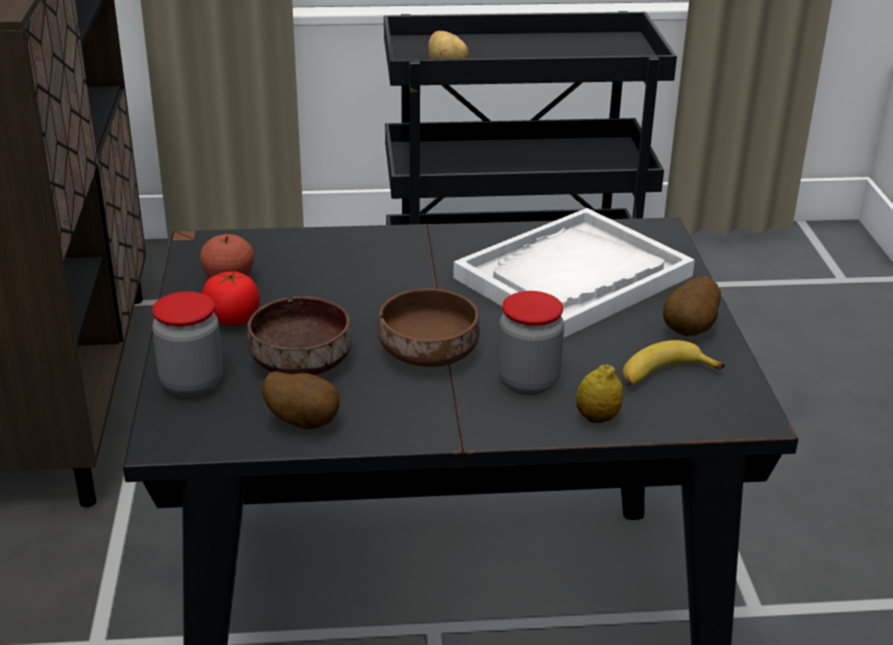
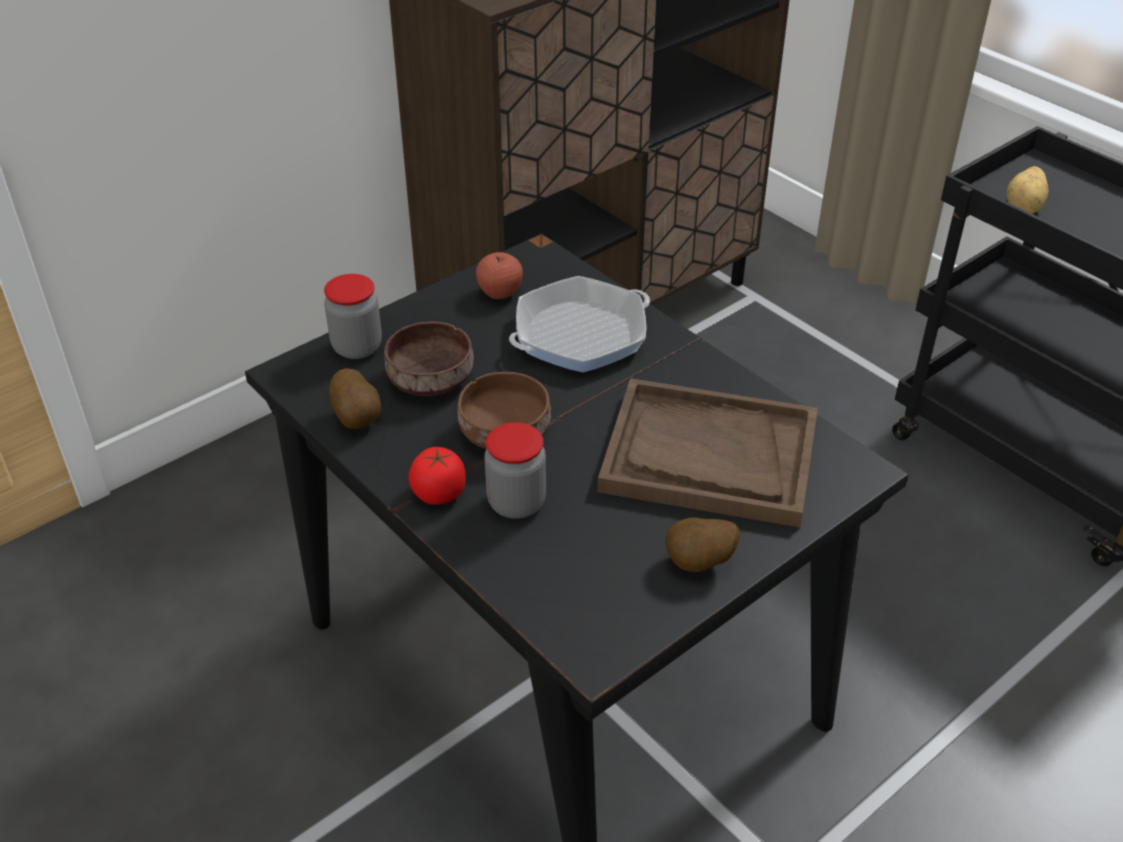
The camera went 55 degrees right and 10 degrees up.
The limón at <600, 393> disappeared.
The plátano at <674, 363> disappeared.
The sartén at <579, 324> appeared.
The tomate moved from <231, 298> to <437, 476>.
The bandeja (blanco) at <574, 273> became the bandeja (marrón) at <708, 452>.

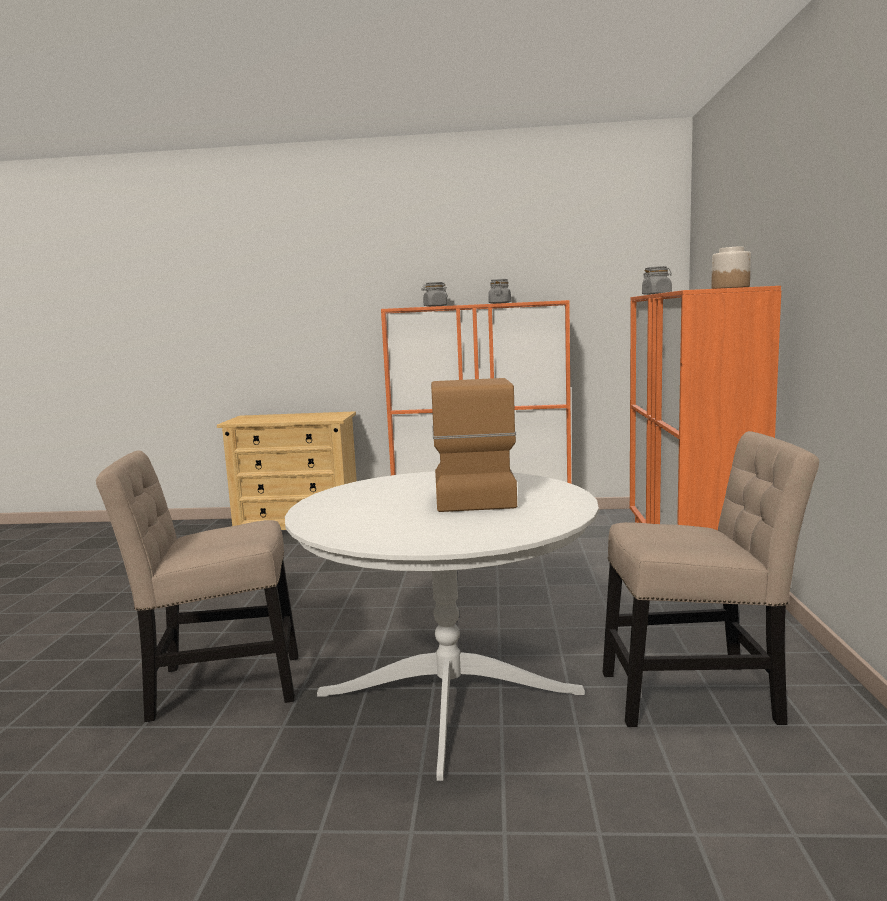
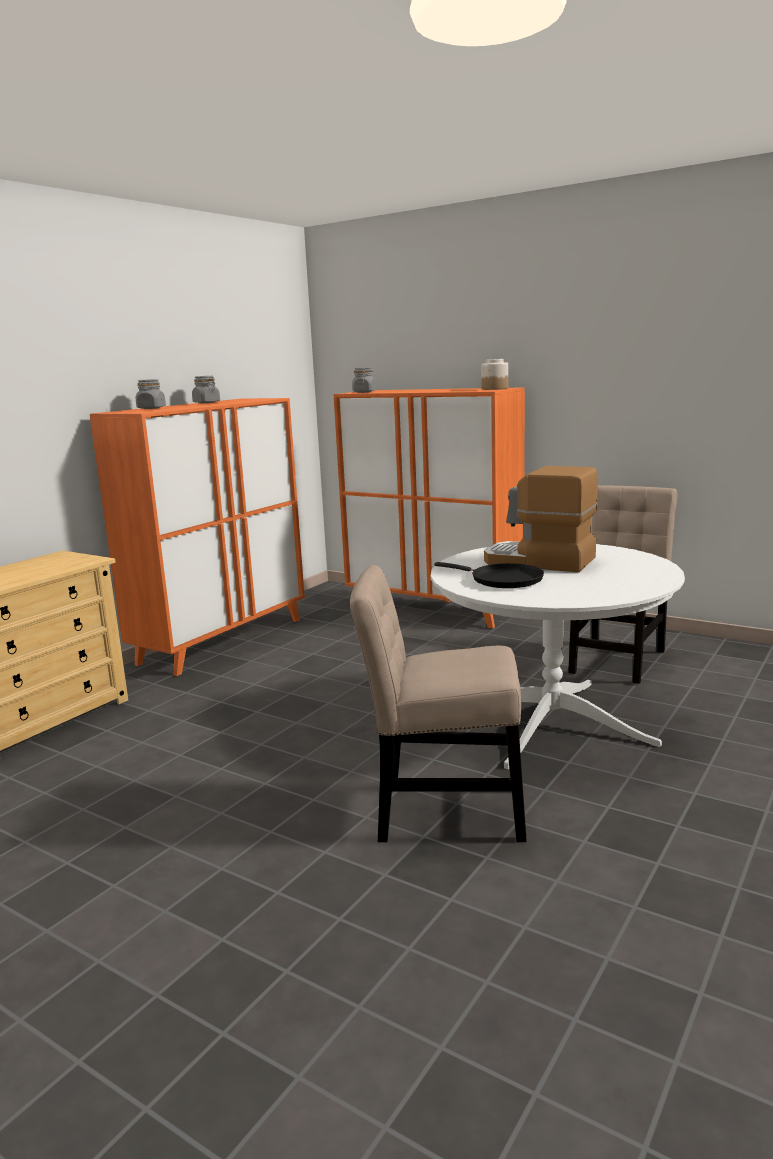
The camera went 60 degrees left and 5 degrees up.
The sartén (negro) at <489, 575> appeared.
The silla (beis) at <197, 586> turned 75 degrees clockwise.

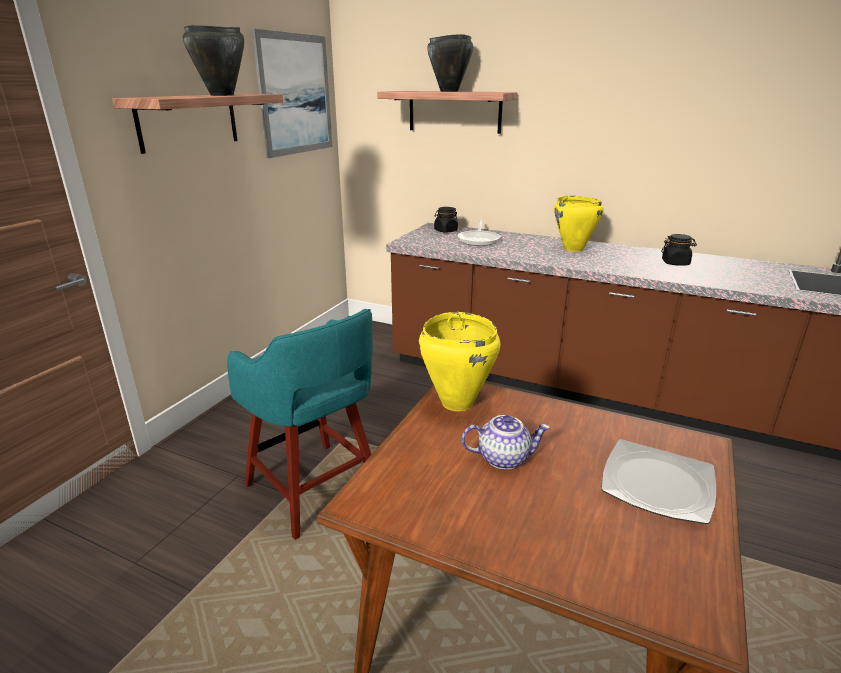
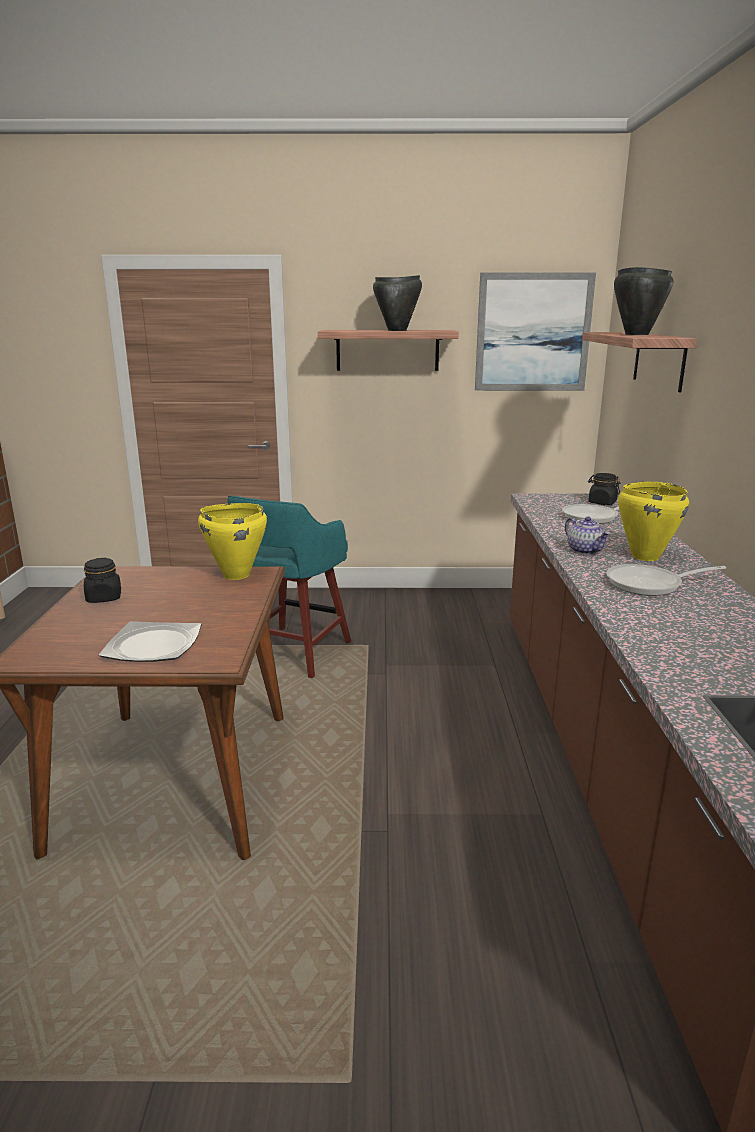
The camera went 65 degrees right and 5 degrees down.
The sartén at <666, 580> appeared.
The tetera moved from <506, 442> to <587, 536>.
The tarro (negro) moved from <679, 249> to <102, 580>.

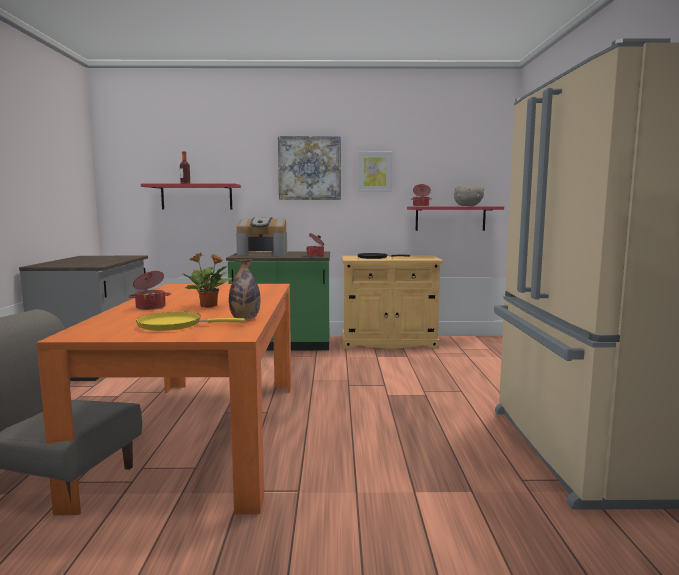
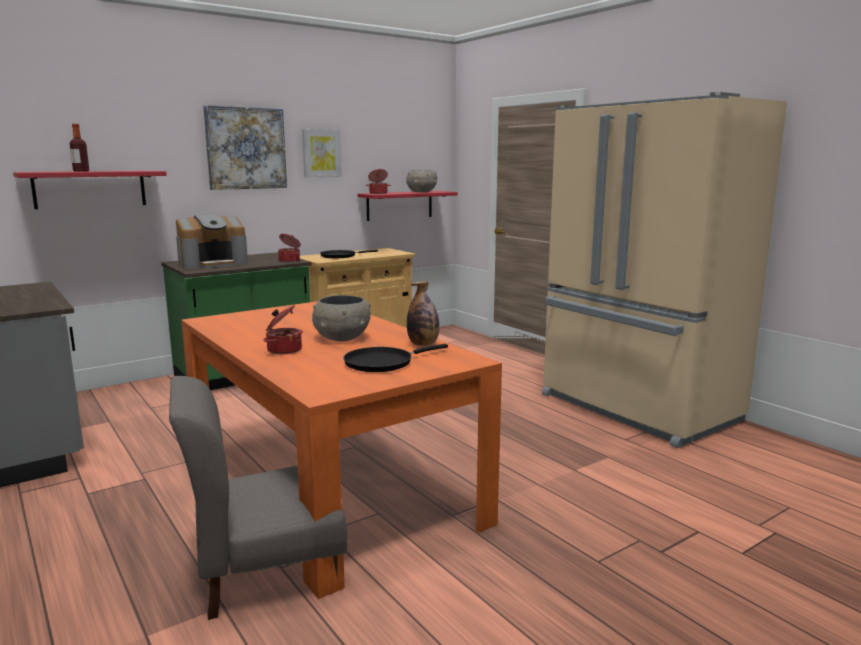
The camera went 35 degrees left and 5 degrees up.
The planta en maceta at <207, 280> was replaced by the cuenco (gris) at <341, 318>.
The sartén (amarillo) at <190, 321> became the sartén (negro) at <395, 358>.

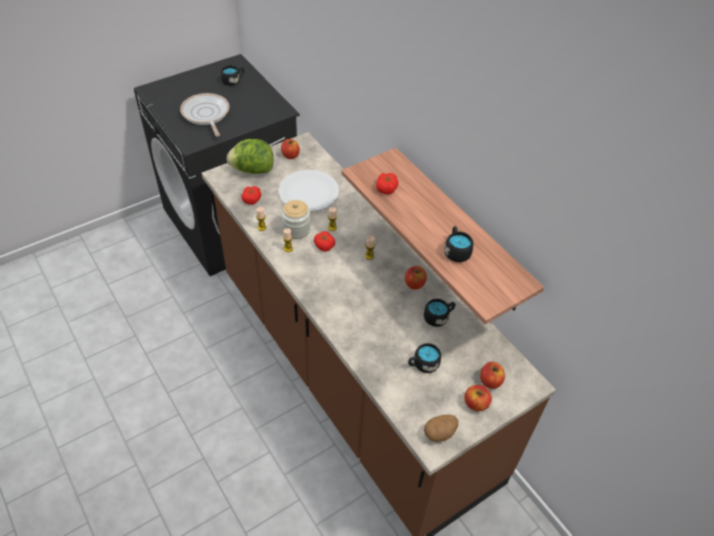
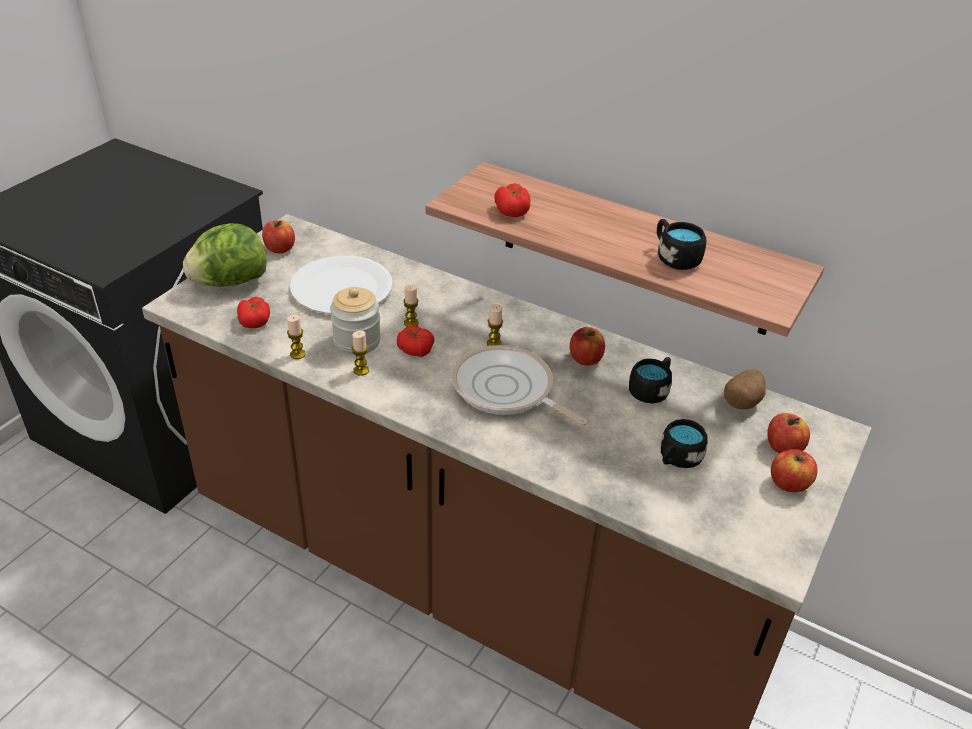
The camera went 25 degrees left and 10 degrees down.
The taza grande (negro) at <232, 75> disappeared.
The sartén moved from <205, 115> to <519, 385>.
The patata moved from <441, 428> to <745, 389>.

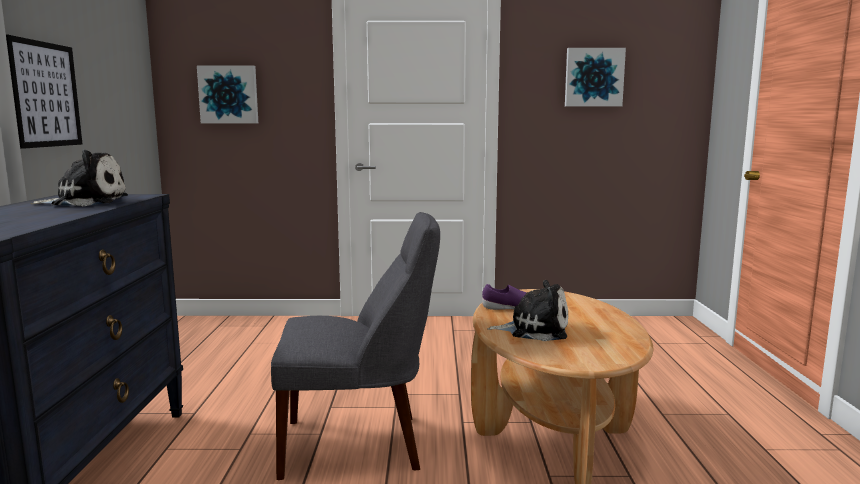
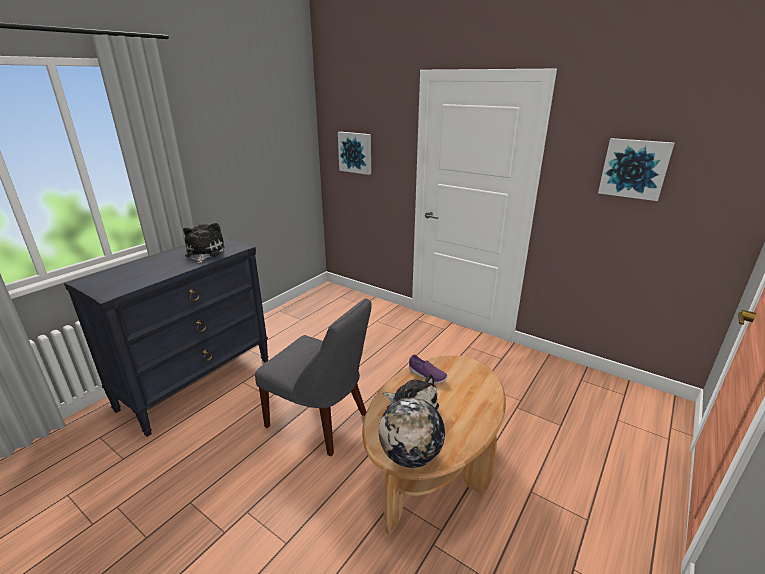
The camera went 35 degrees right and 15 degrees up.
The cuadro at <44, 92> disappeared.
The globo terráqueo at <412, 433> appeared.
The peluche at <79, 178> turned 120 degrees counterclockwise.

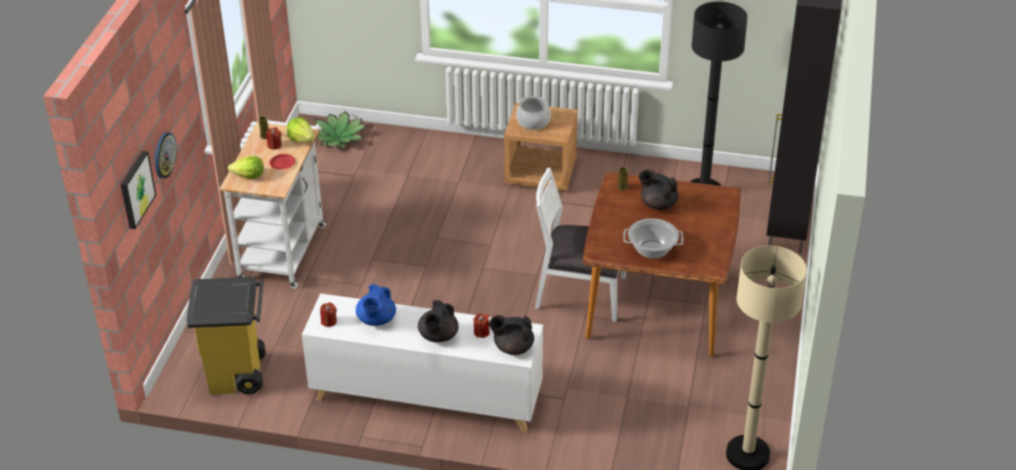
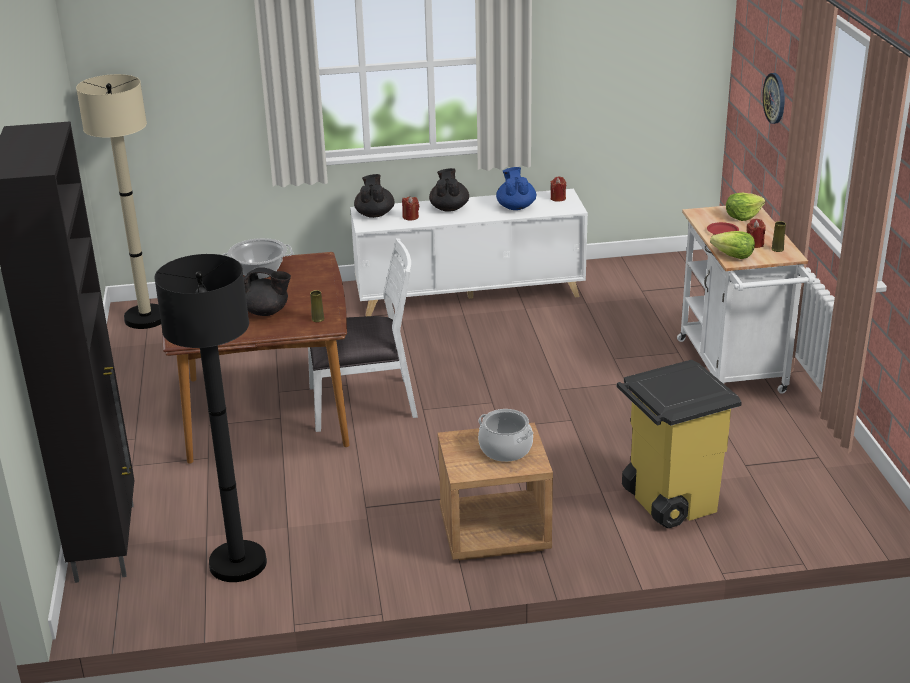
The camera went 160 degrees right and 10 degrees down.
The cuadro at <138, 190> disappeared.
The planta en maceta at <340, 130> disappeared.
The papelera (amarillo) moved from <226, 336> to <679, 443>.
The tetera (negro) at <511, 335> turned 75 degrees counterclockwise.

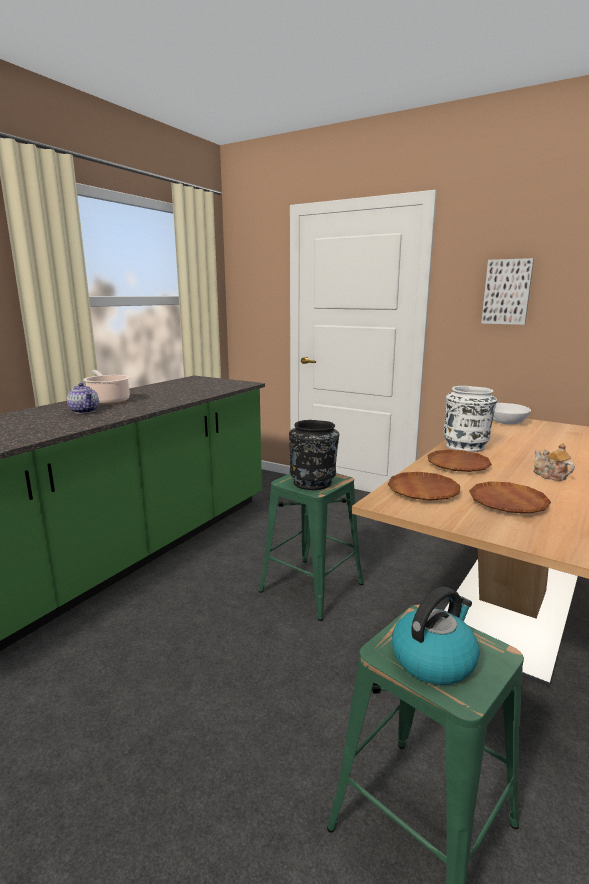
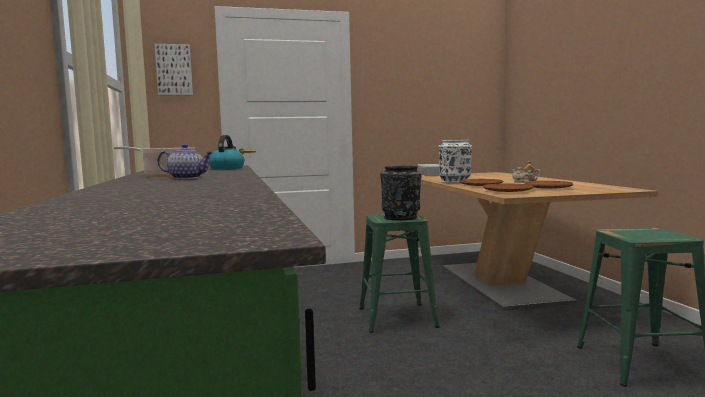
The camera went 45 degrees left and 10 degrees down.
The hervidor moved from <436, 636> to <226, 152>.
The cuadro moved from <507, 291> to <174, 69>.

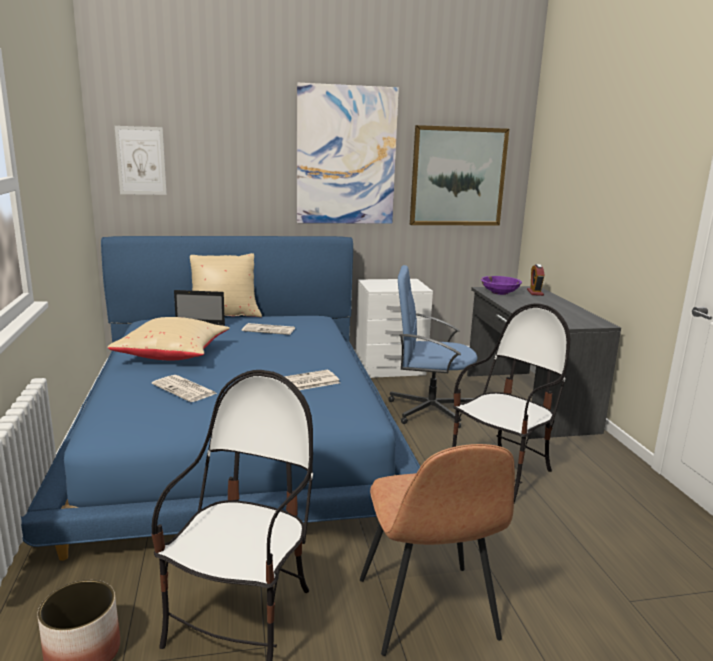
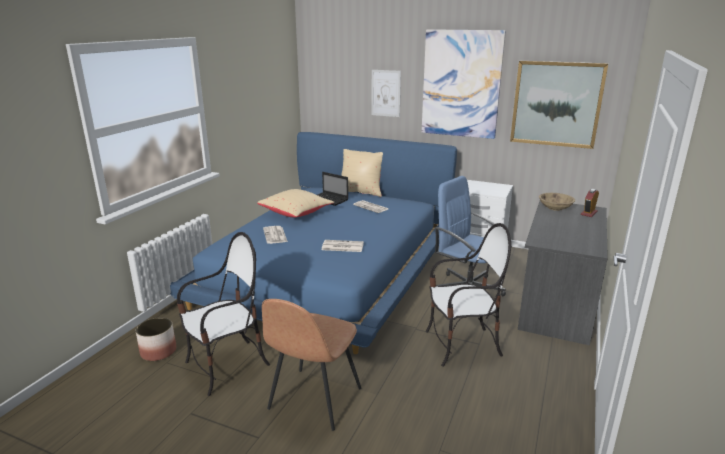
The camera went 35 degrees right and 5 degrees up.
The cuadro moved from <141, 160> to <386, 93>.
The cuenco (morado) at <501, 285> became the cuenco (beis) at <557, 202>.

